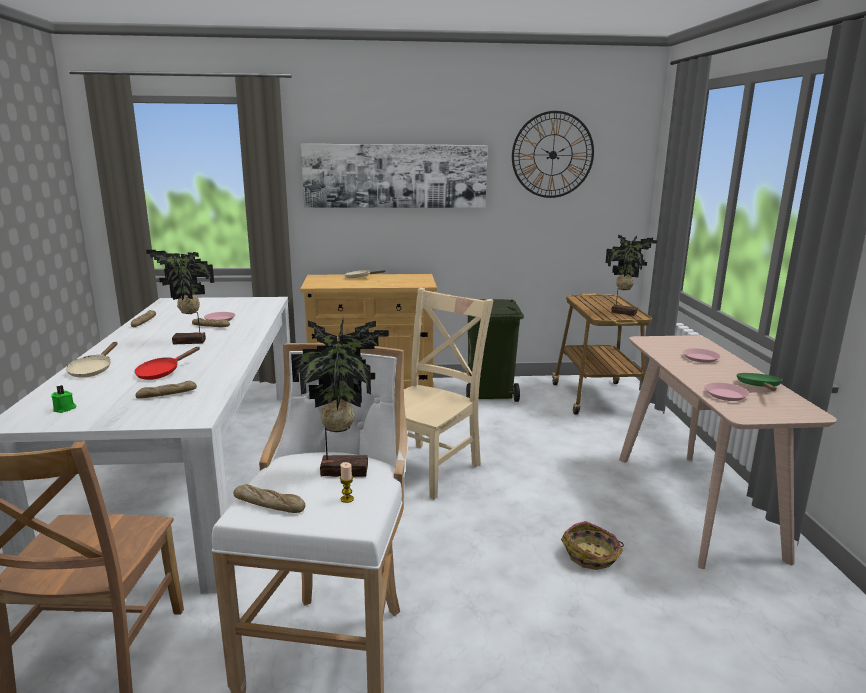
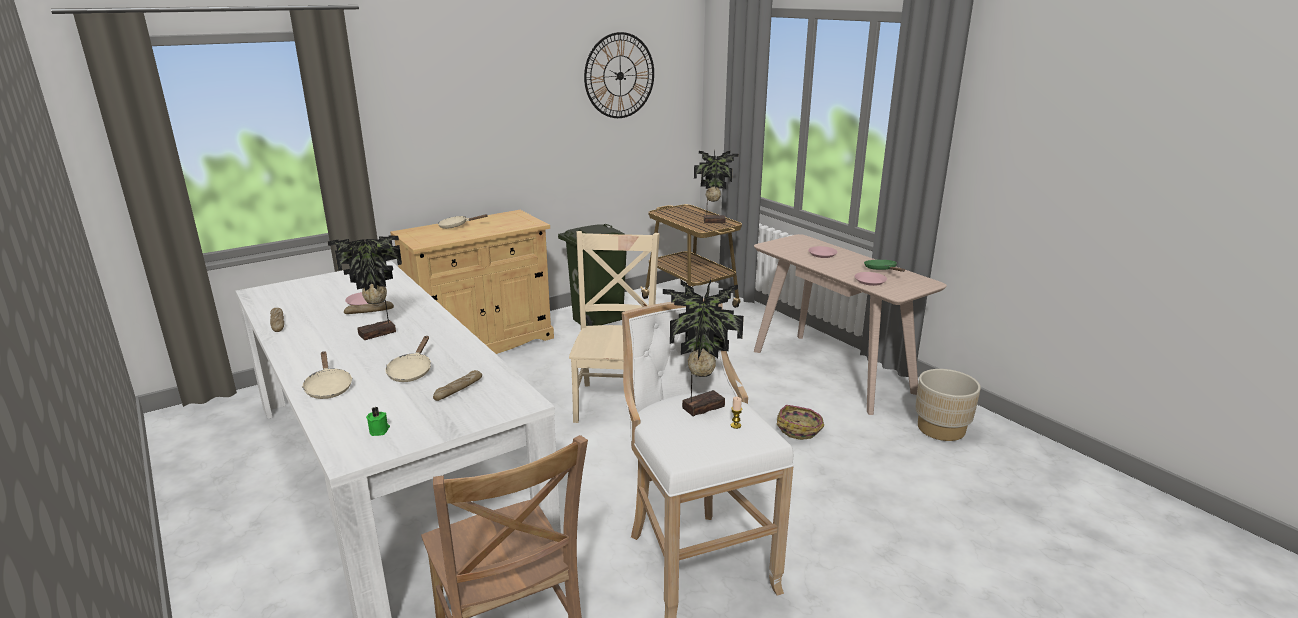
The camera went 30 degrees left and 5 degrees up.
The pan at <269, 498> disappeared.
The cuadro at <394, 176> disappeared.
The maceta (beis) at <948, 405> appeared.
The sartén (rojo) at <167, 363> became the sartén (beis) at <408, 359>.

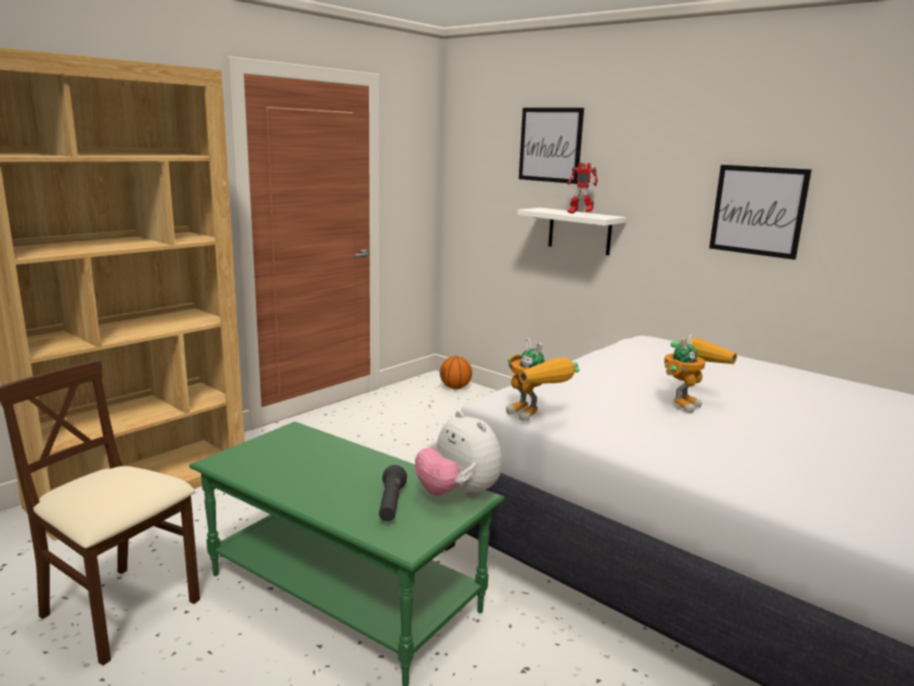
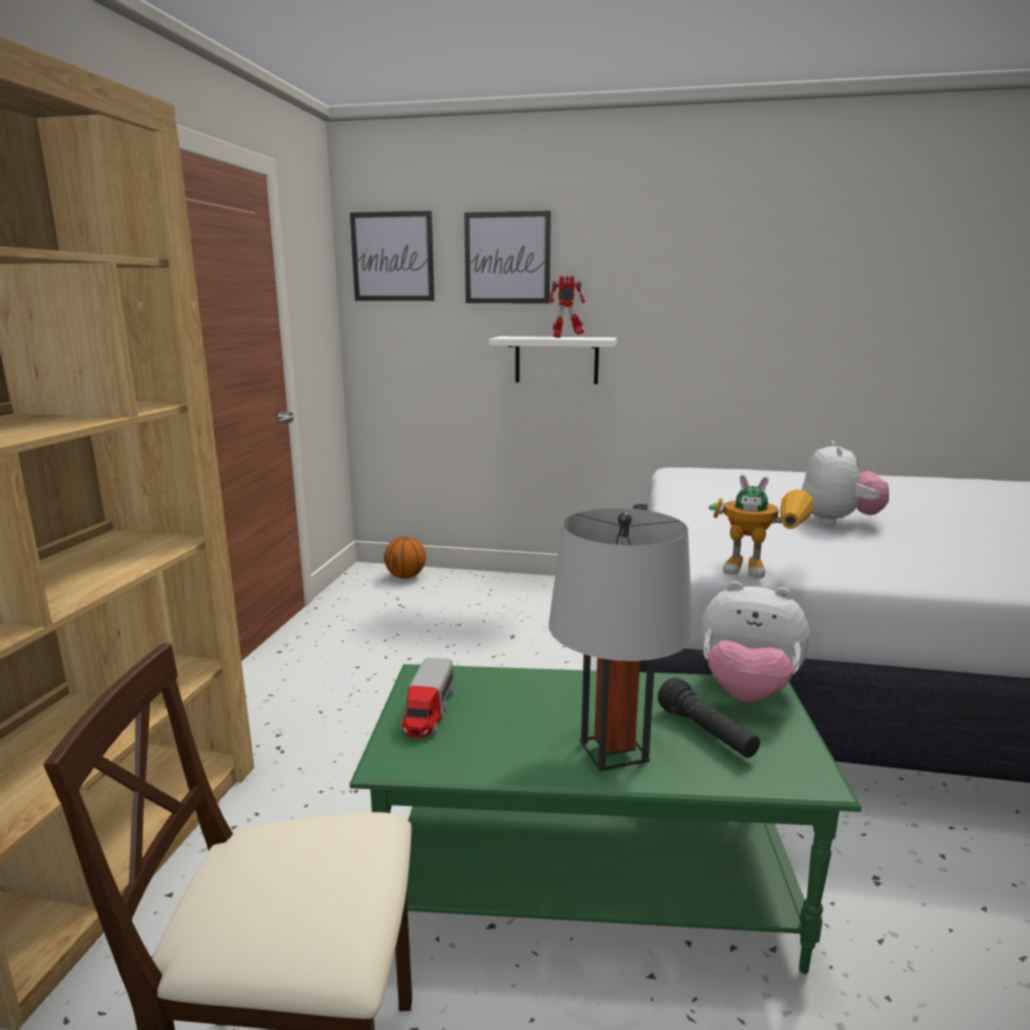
The camera went 30 degrees left and 0 degrees up.
The camión de juguete at <427, 698> appeared.
The lámpara de mesa (gris) at <621, 639> appeared.
The cuadro moved from <760, 212> to <392, 256>.
The robot de juguete at <700, 373> was replaced by the peluche at <845, 483>.

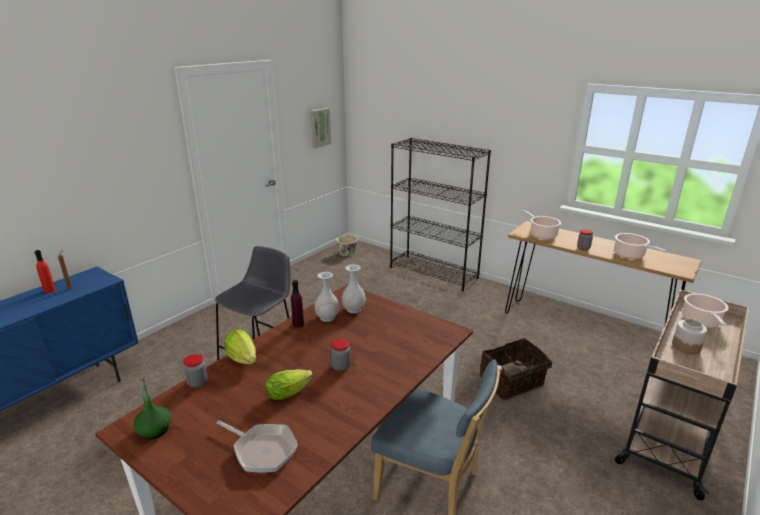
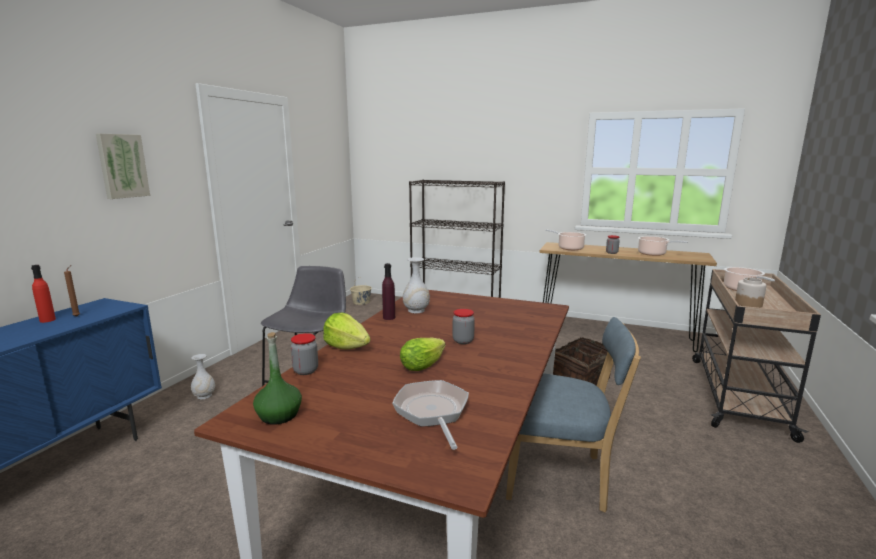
The camera went 15 degrees left and 10 degrees down.
The cuadro moved from <321, 128> to <123, 166>.
The florero (blanco) moved from <354, 288> to <203, 376>.
The sartén at <257, 446> turned 120 degrees counterclockwise.

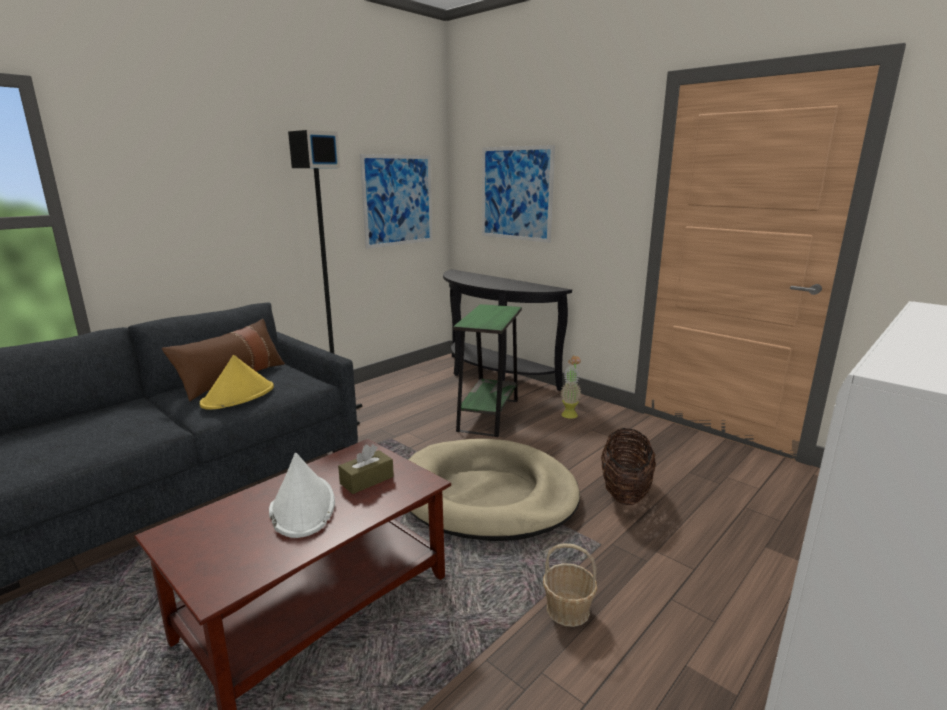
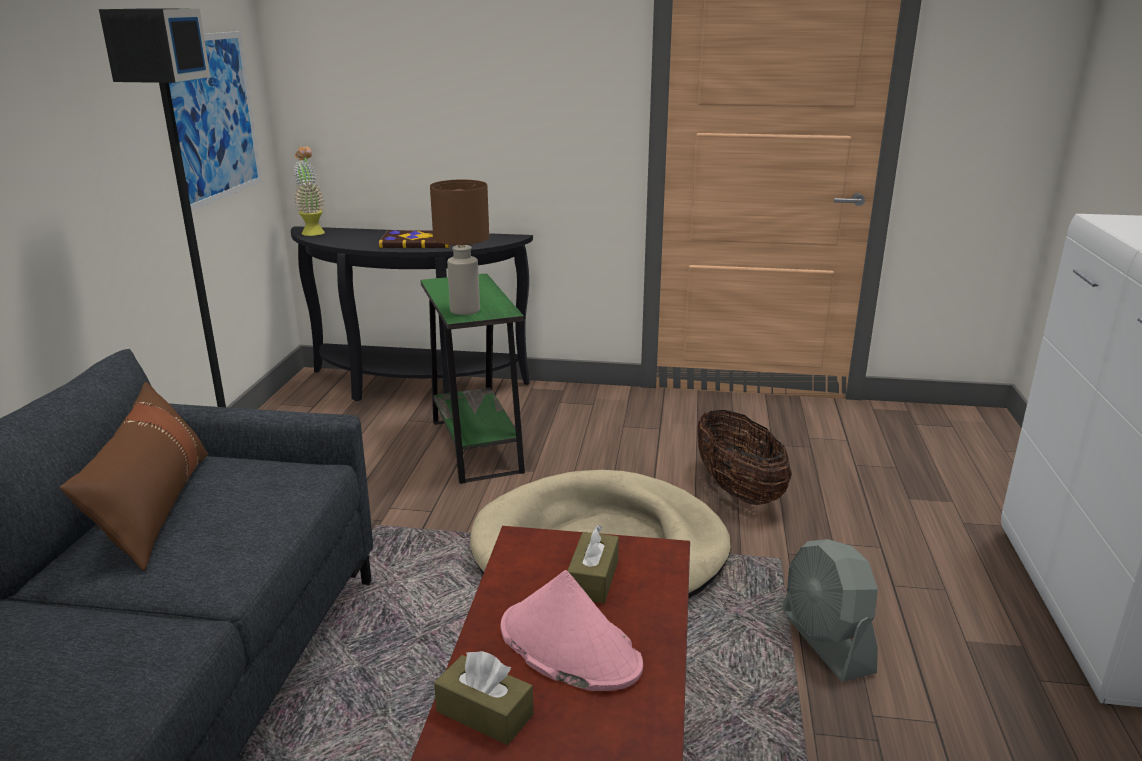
The camera went 35 degrees left and 5 degrees up.
The sombrero (amarillo) at <237, 382> disappeared.
The cuadro at <518, 194> disappeared.
The libro at <414, 239> appeared.
The lámpara de mesa (marrón) at <459, 247> appeared.
The caja de pañuelos (marrón) at <484, 698> appeared.
The planta en maceta moved from <570, 387> to <309, 191>.
The cesta at <570, 585> was replaced by the ventilador (gris) at <830, 610>.
The sombrero (blanco) at <302, 495> became the sombrero (rosa) at <571, 630>.

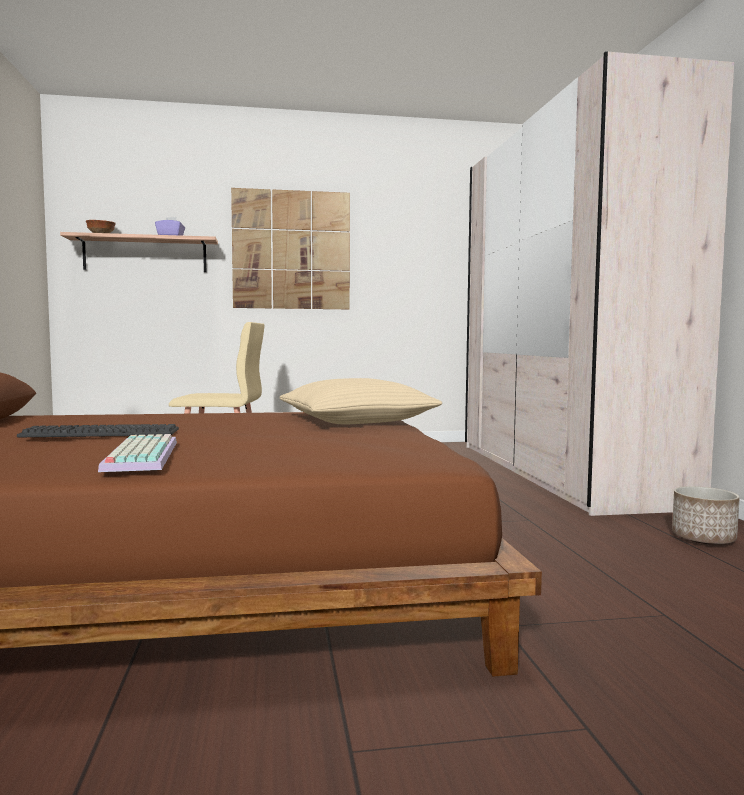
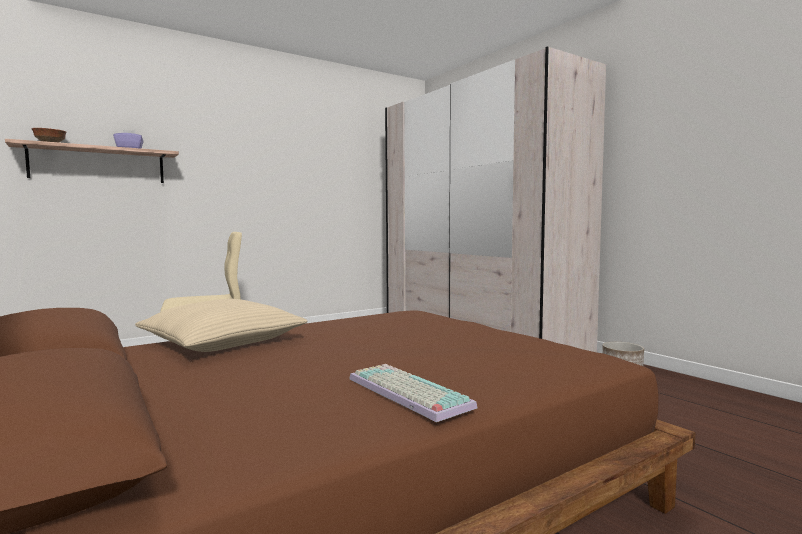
The camera went 25 degrees left and 0 degrees up.
The teclado at <98, 431> disappeared.
The cuadro at <290, 248> disappeared.
The cojín (beis) moved from <361, 401> to <221, 325>.

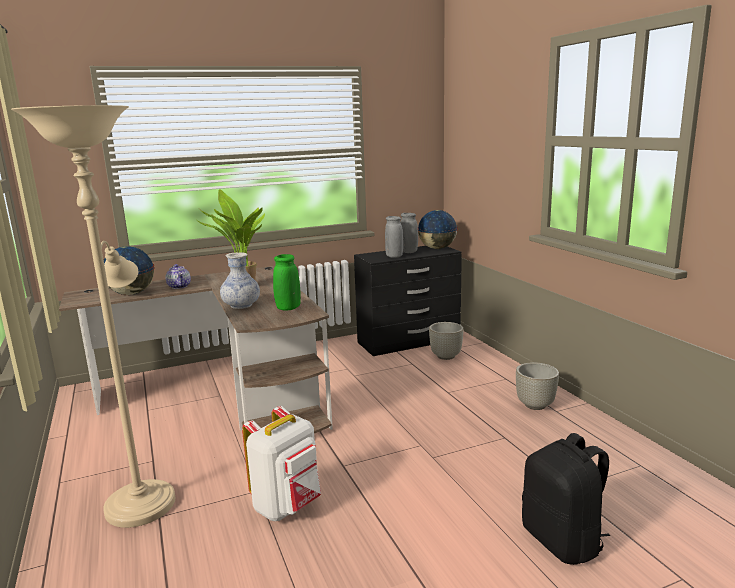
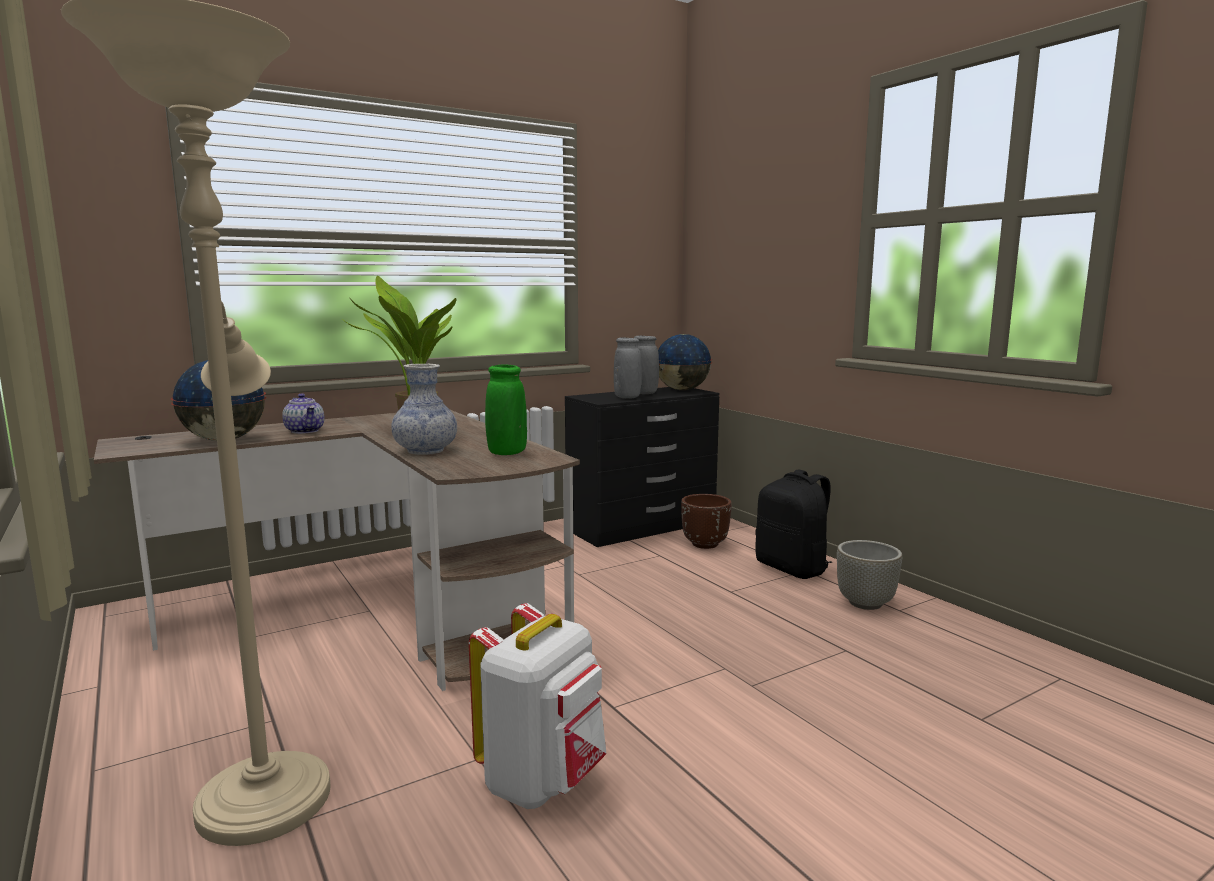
The camera went 10 degrees left and 5 degrees down.
The mochila (negro) moved from <566, 499> to <793, 524>.
The maceta (gris) at <446, 341> became the maceta (marrón) at <706, 521>.

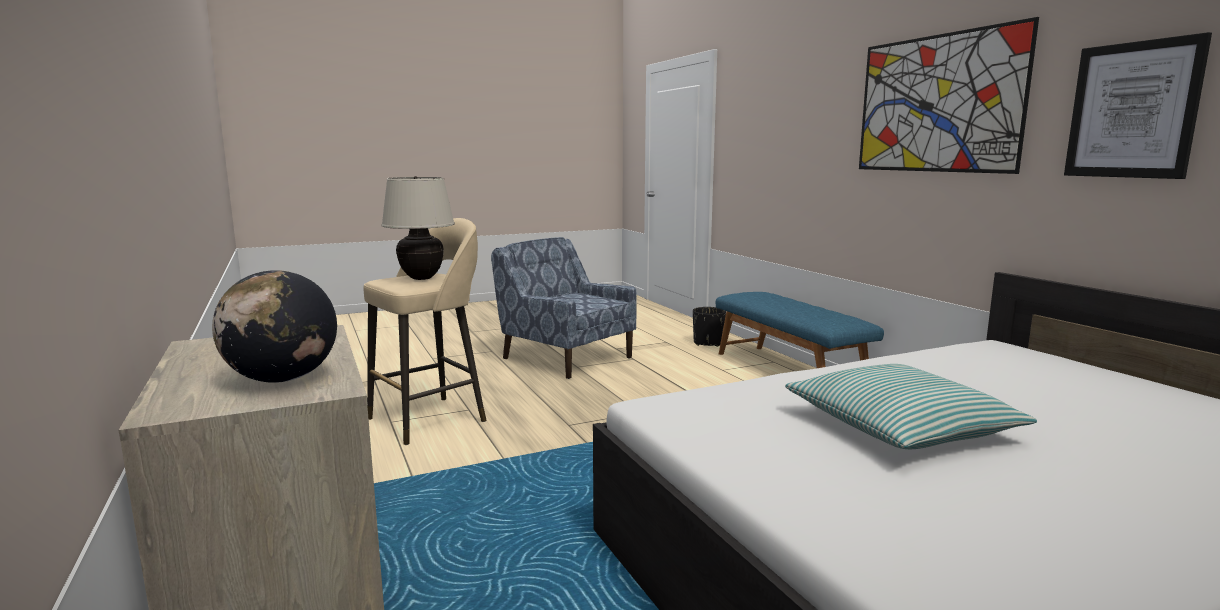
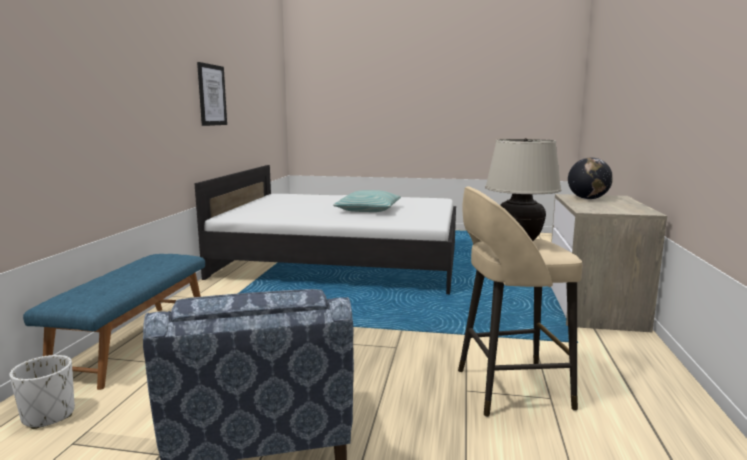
The camera went 145 degrees left and 0 degrees up.
The cuadro at <949, 95> disappeared.
The maceta (negro) at <709, 327> became the maceta (blanco) at <42, 392>.

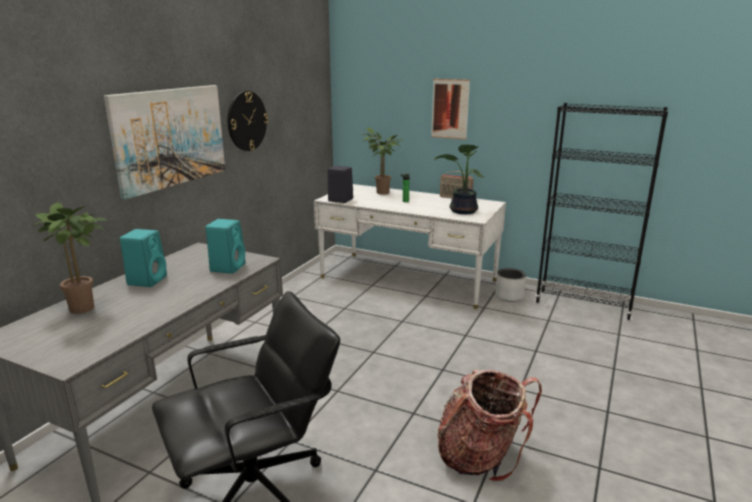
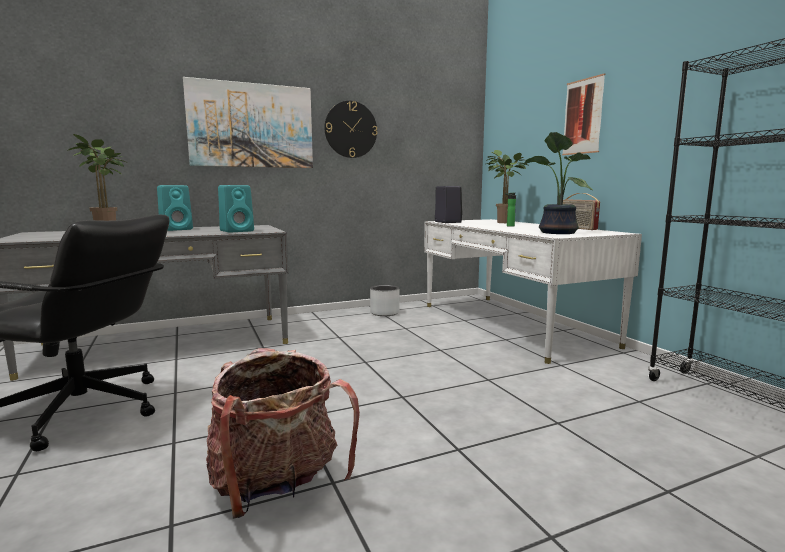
The camera went 40 degrees right and 10 degrees down.
The maceta (gris) moved from <510, 285> to <385, 300>.

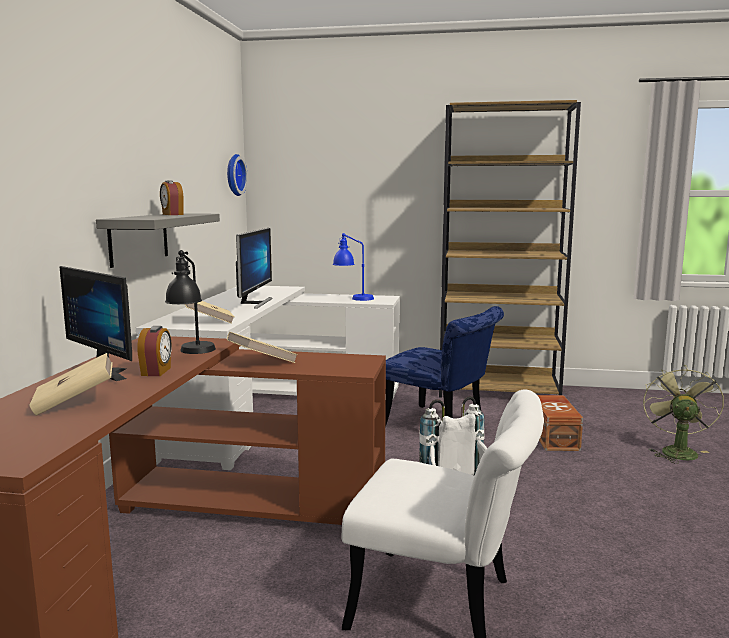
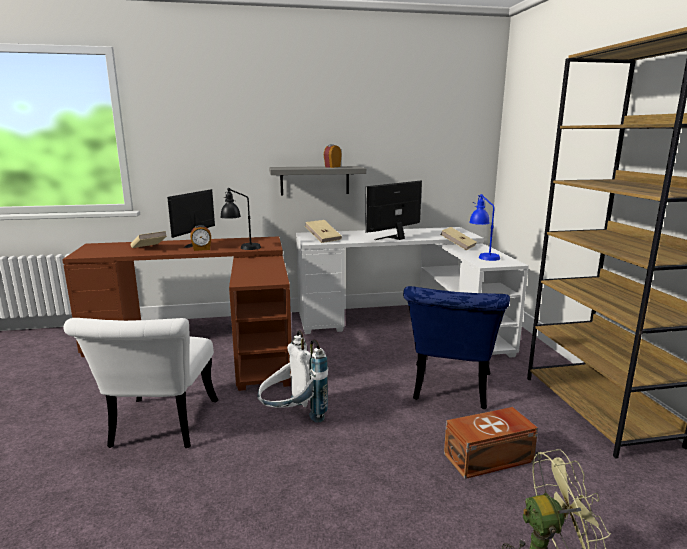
The camera went 70 degrees right and 5 degrees up.
The reloj de pared at <237, 175> disappeared.
The libro (beis) moved from <262, 347> to <458, 238>.
The monitor at <254, 268> turned 150 degrees clockwise.

